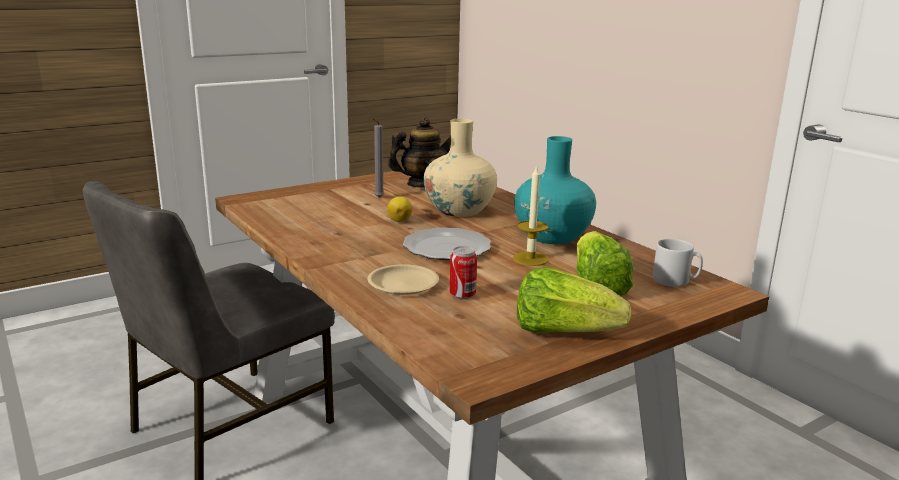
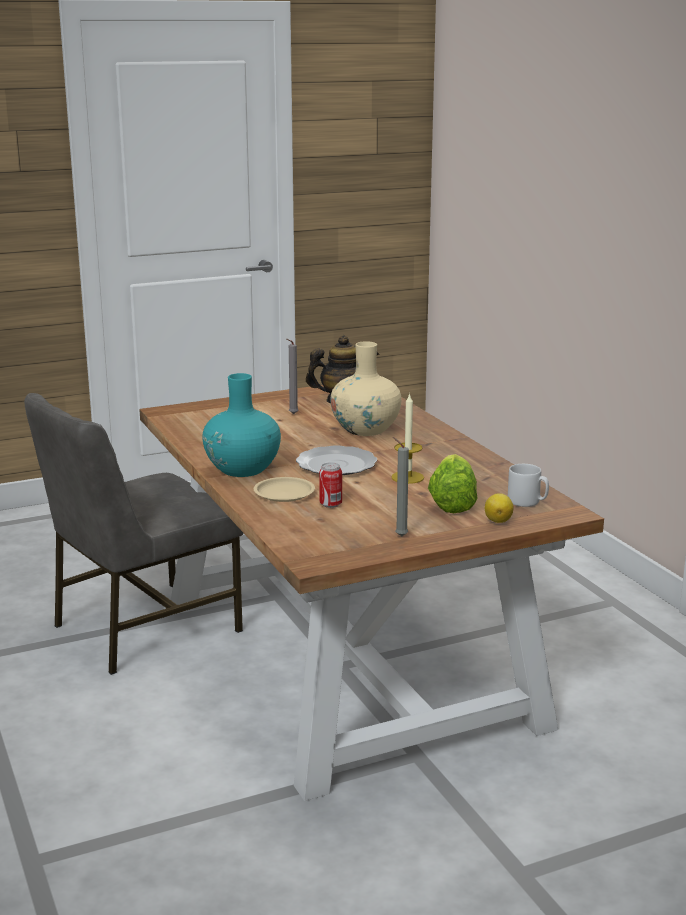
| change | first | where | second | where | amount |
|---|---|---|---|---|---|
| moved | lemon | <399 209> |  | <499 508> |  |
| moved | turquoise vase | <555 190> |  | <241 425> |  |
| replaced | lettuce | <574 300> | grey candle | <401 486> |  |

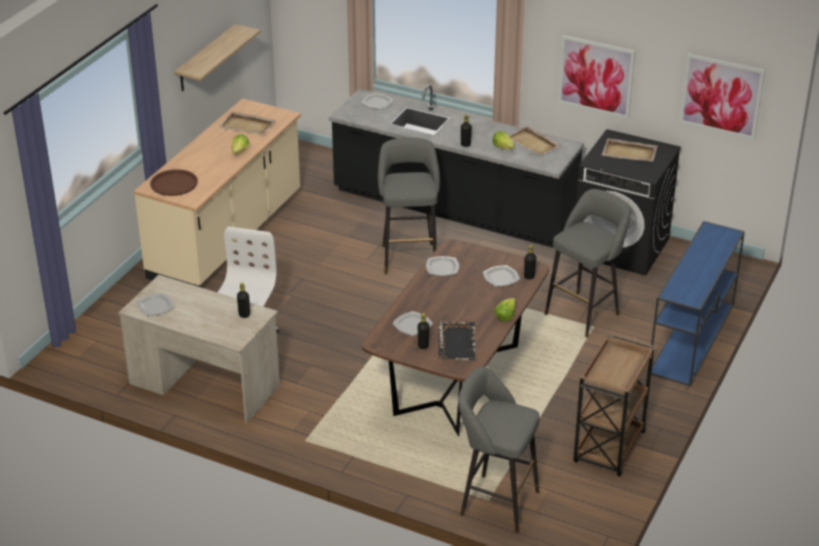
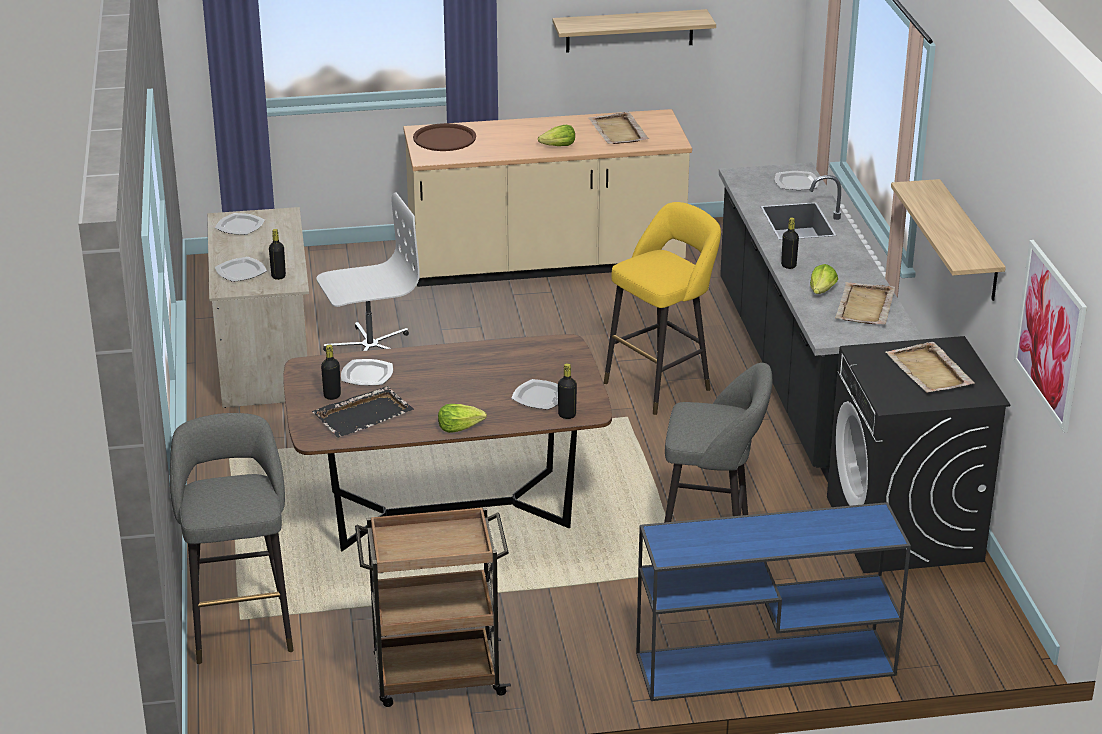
| change | first | where | second | where | amount |
|---|---|---|---|---|---|
| recoloured | grey stool | <409 205> | yellow stool | <662 308> |  |
| moved | plate | <442 266> |  | <241 269> |  |
| replaced | picture | <596 77> | shelf | <948 240> |  |

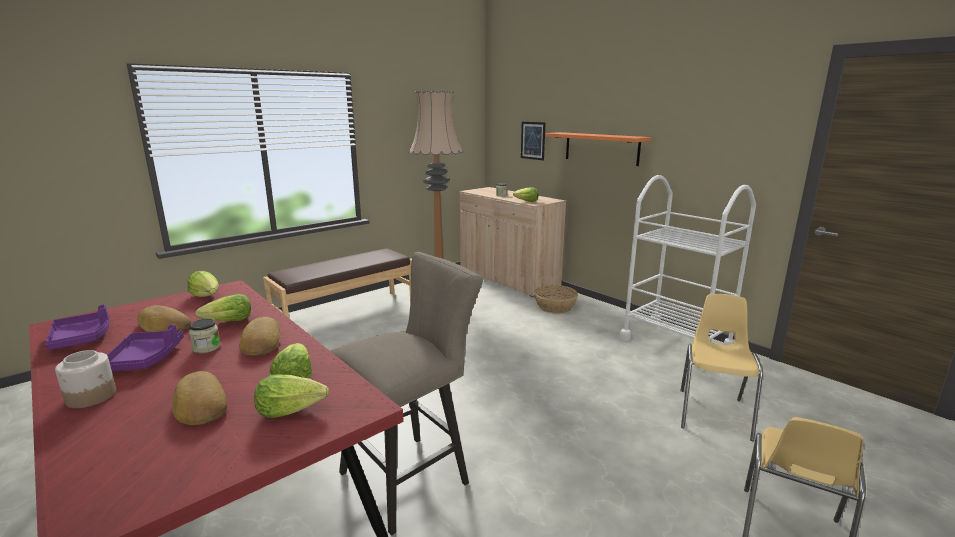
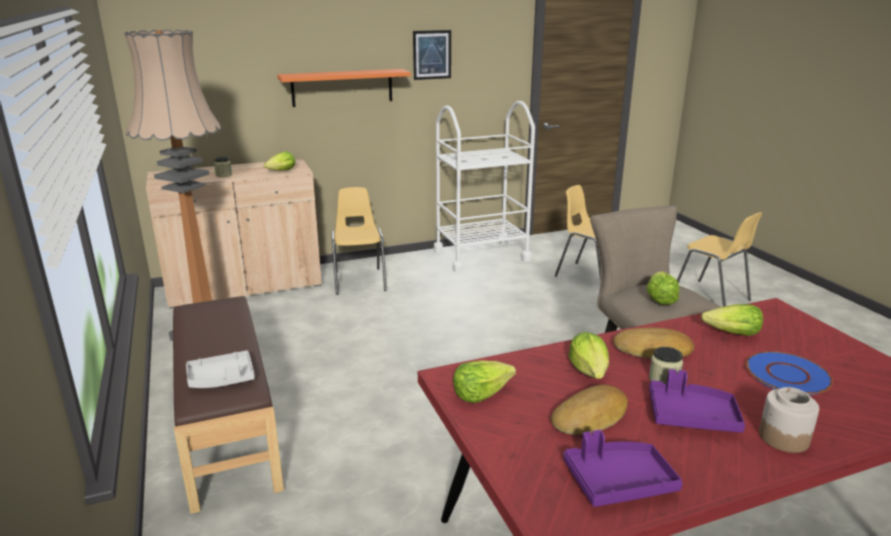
| change | first | where | second | where | amount |
|---|---|---|---|---|---|
| replaced | bread | <200 398> | blue plate | <789 373> |  |
| moved | lettuce | <291 396> |  | <662 288> |  |
| moved | picture | <533 141> |  | <432 55> |  |
| replaced | basket | <556 299> | yellow chair | <359 241> |  |
| added |  |  | grey tray | <220 369> |  |

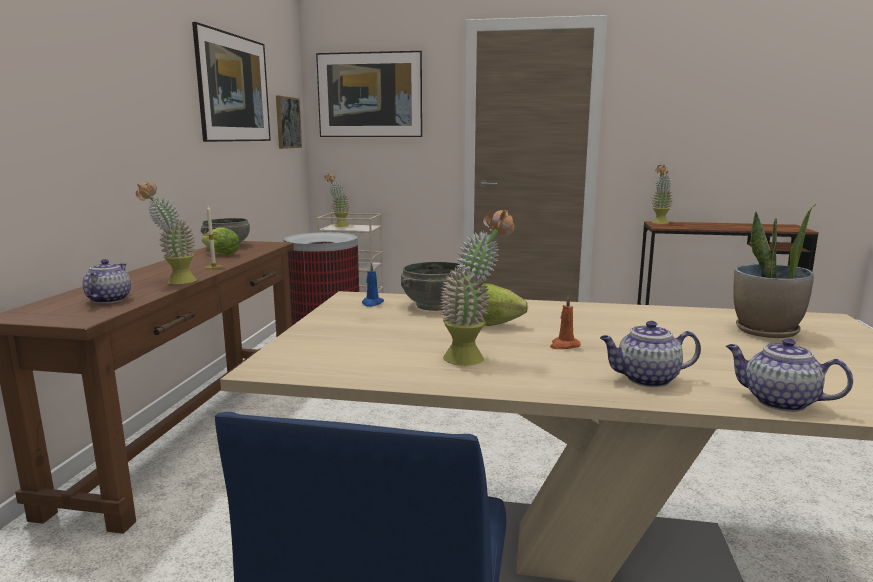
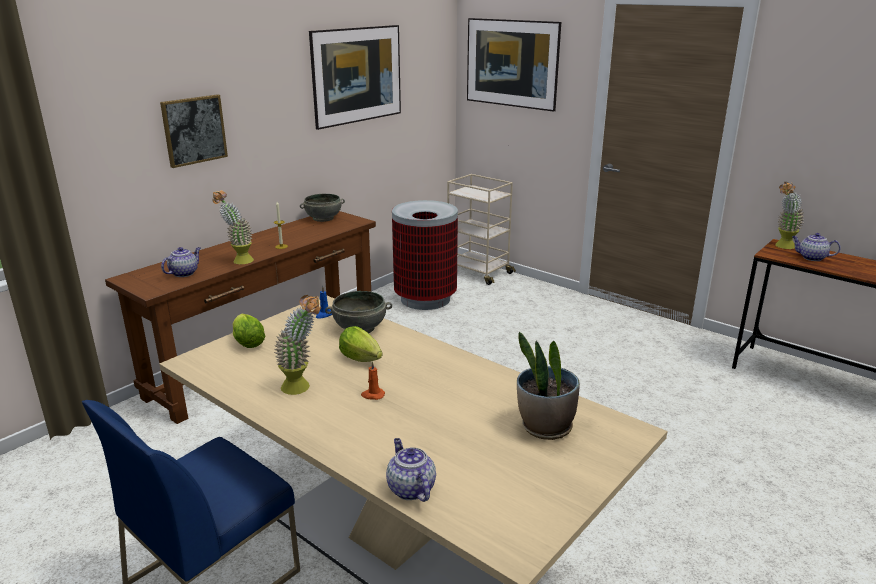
| change | first | where | second | where | amount |
|---|---|---|---|---|---|
| moved | lettuce | <221 241> |  | <249 331> |  |
| moved | picture | <289 122> |  | <194 131> |  |
| removed | potted plant | <336 200> |  |  |  |
| moved | teapot | <650 354> |  | <816 247> |  |

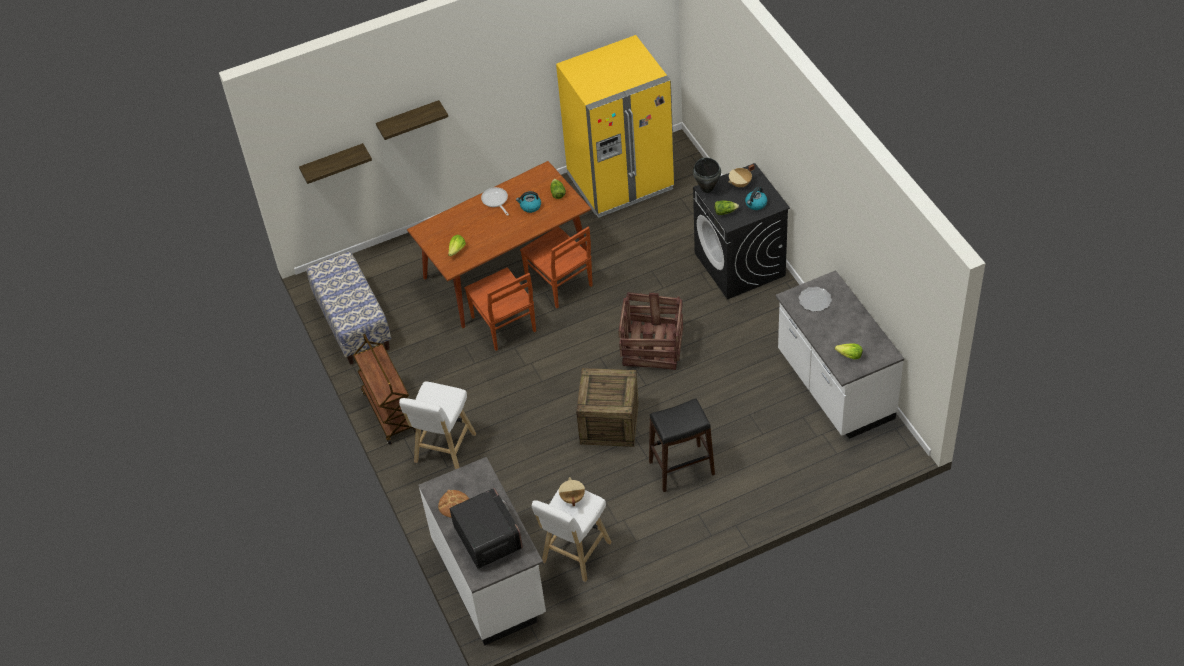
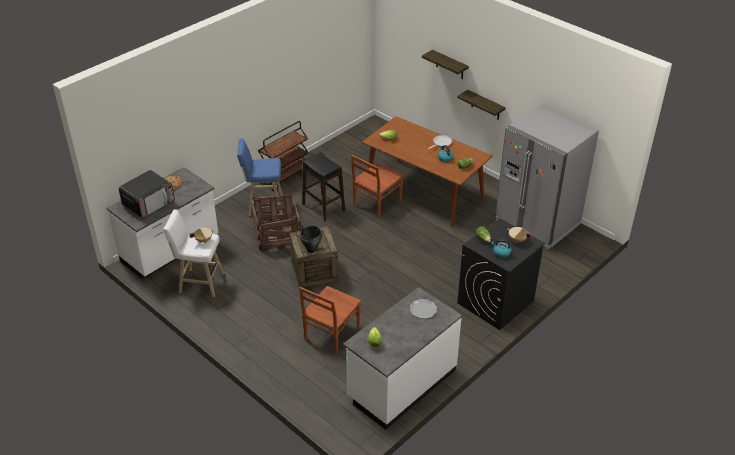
| change | first | where | second | where | amount |
|---|---|---|---|---|---|
| moved | shelf | <335 163> |  | <481 105> |  |
| removed | bench | <348 307> |  |  |  |
| recoloured | white stool | <437 425> | blue stool | <260 177> |  |
| moved | brown chair | <556 267> |  | <330 320> |  |
| recoloured | yellow fridge | <615 126> | grey fridge | <547 176> |  |
| moved | crate | <650 331> |  | <276 222> |  |
| moved | black stool | <682 445> |  | <323 187> |  |
| moved | black cooking pot | <707 175> |  | <310 239> |  |

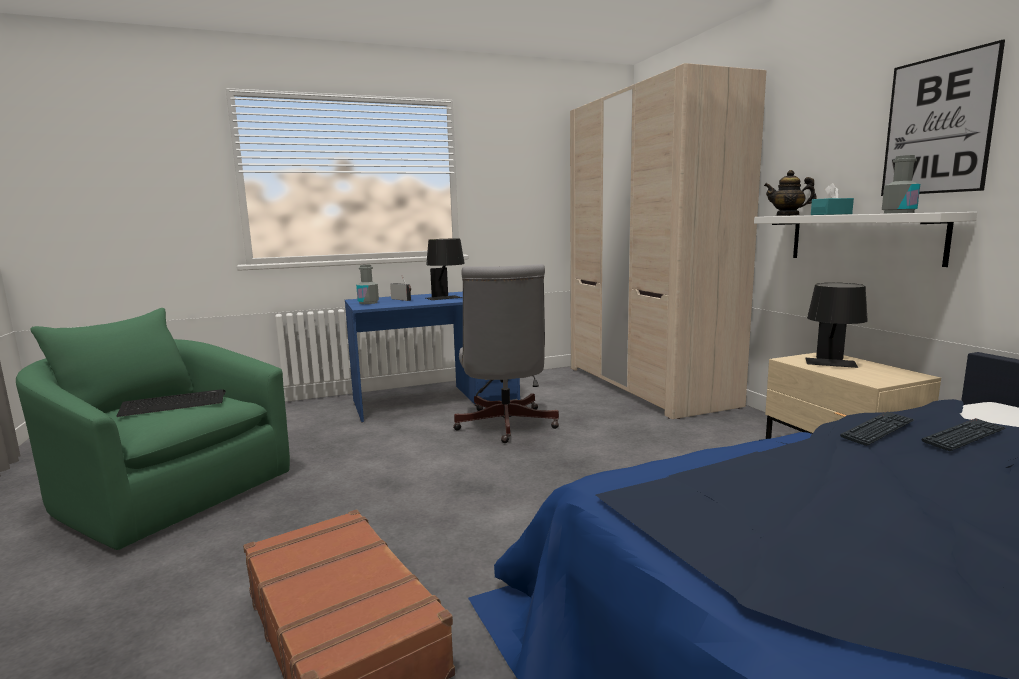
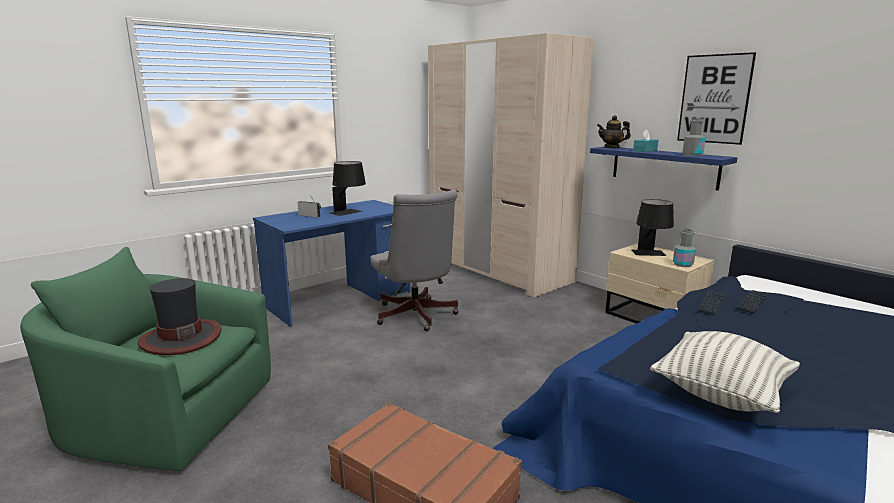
| change | first | where | second | where | amount |
|---|---|---|---|---|---|
| replaced | keyboard | <171 403> | hat | <179 316> |  |
| moved | grey bottle | <367 284> |  | <684 248> |  |
| recoloured | white shelf | <865 239> | blue shelf | <663 169> |  |
| added |  |  | pillow | <725 372> |  |

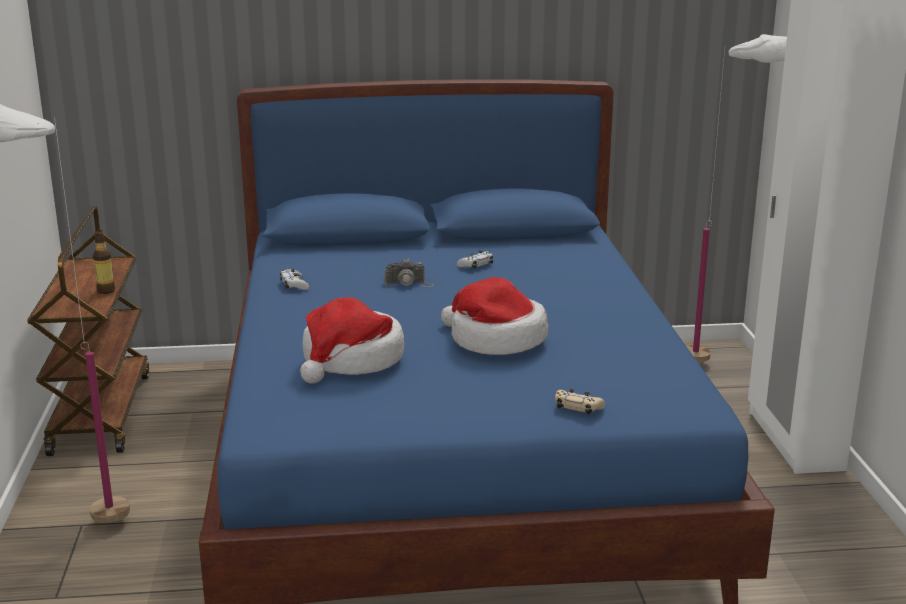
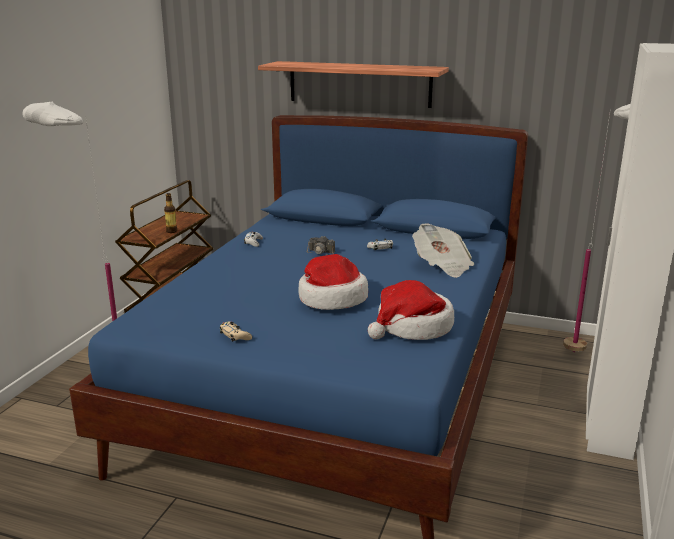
| change | first | where | second | where | amount |
|---|---|---|---|---|---|
| moved | hat | <352 340> |  | <411 310> |  |
| moved | beige game controller | <580 402> |  | <236 332> |  |
| added |  |  | shelf | <353 84> |  |
| added |  |  | newspaper | <443 250> |  |

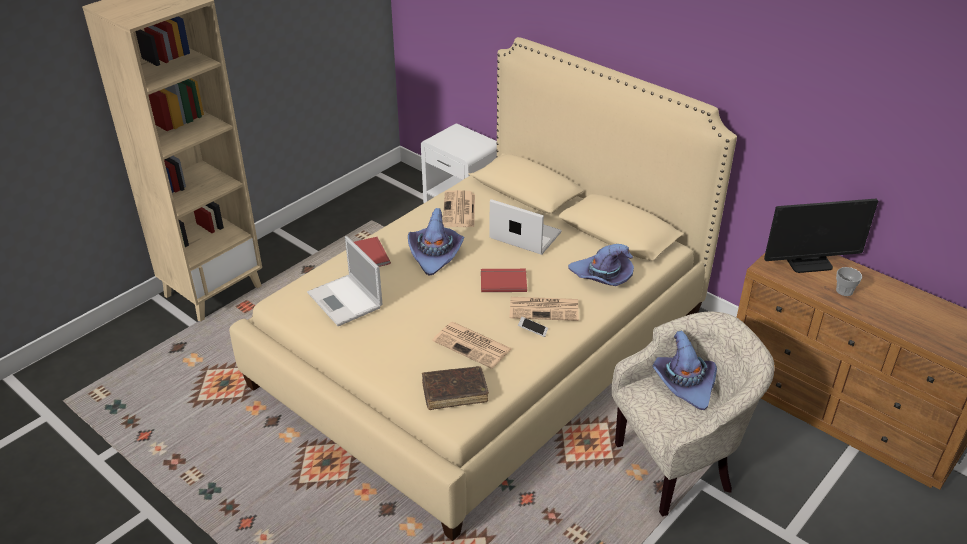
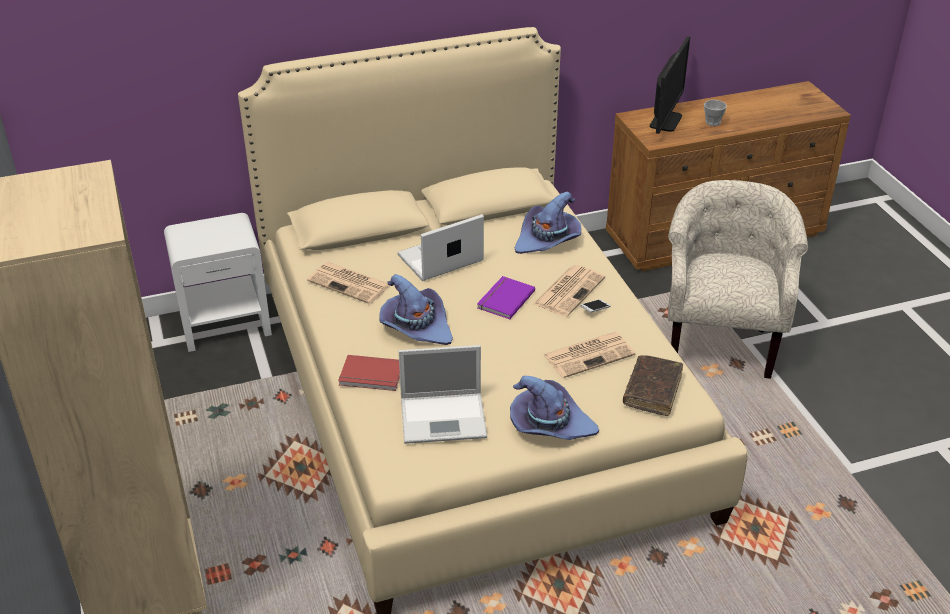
| change | first | where | second | where | amount |
|---|---|---|---|---|---|
| recoloured | red book | <504 280> | purple book | <506 297> |  |
| moved | purple hat | <685 370> |  | <554 408> |  |

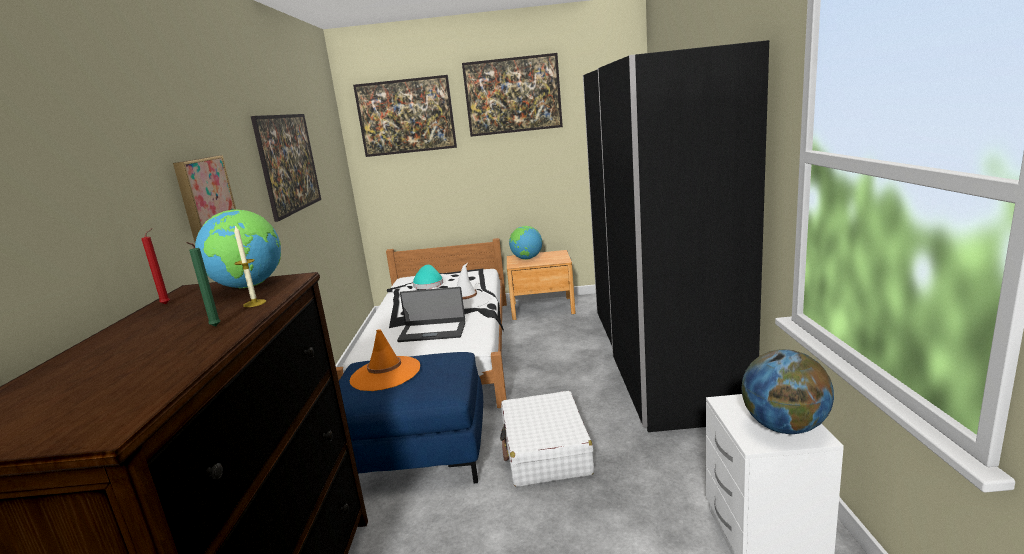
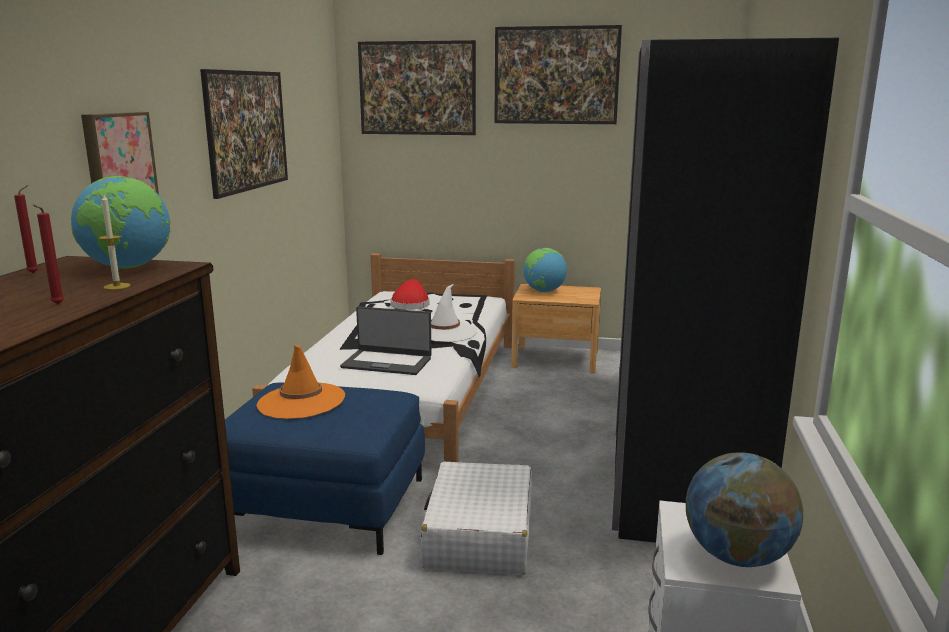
| change | first | where | second | where | amount |
|---|---|---|---|---|---|
| recoloured | green candle | <203 284> | red candle | <48 255> |  |
| recoloured | turquoise hat | <428 277> | red hat | <410 294> |  |

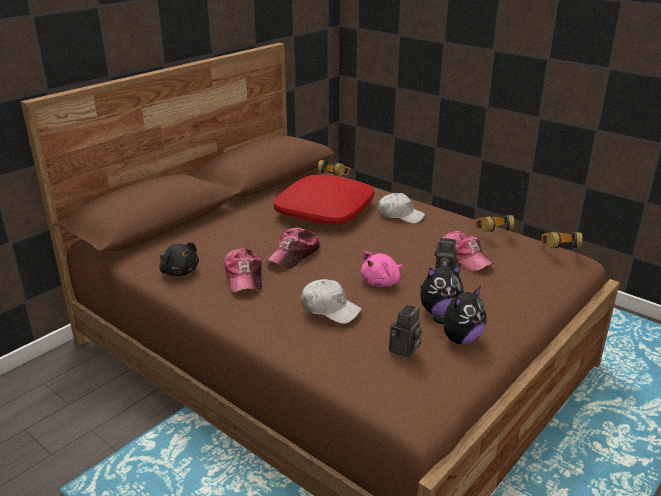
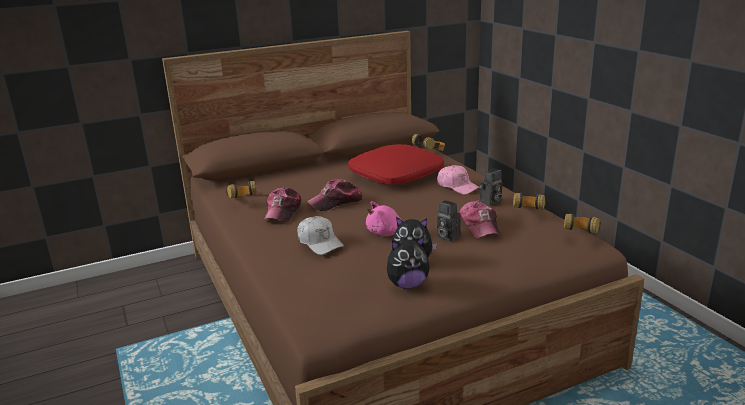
| change | first | where | second | where | amount |
|---|---|---|---|---|---|
| replaced | black plush toy | <179 259> | headphones | <241 190> |  |
| recoloured | white cap | <401 208> | pink cap | <458 180> |  |
| moved | photo camera | <405 331> |  | <490 187> |  |

